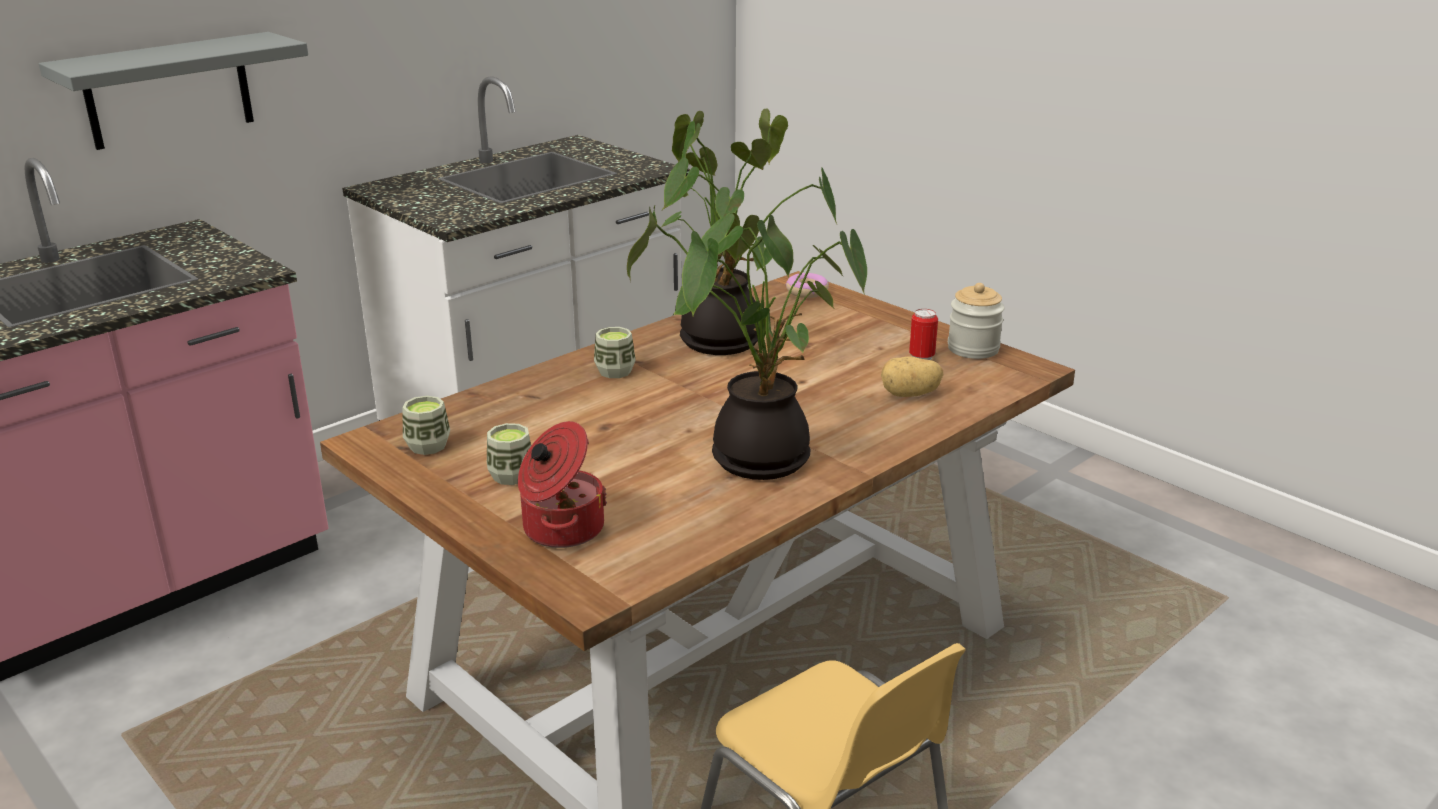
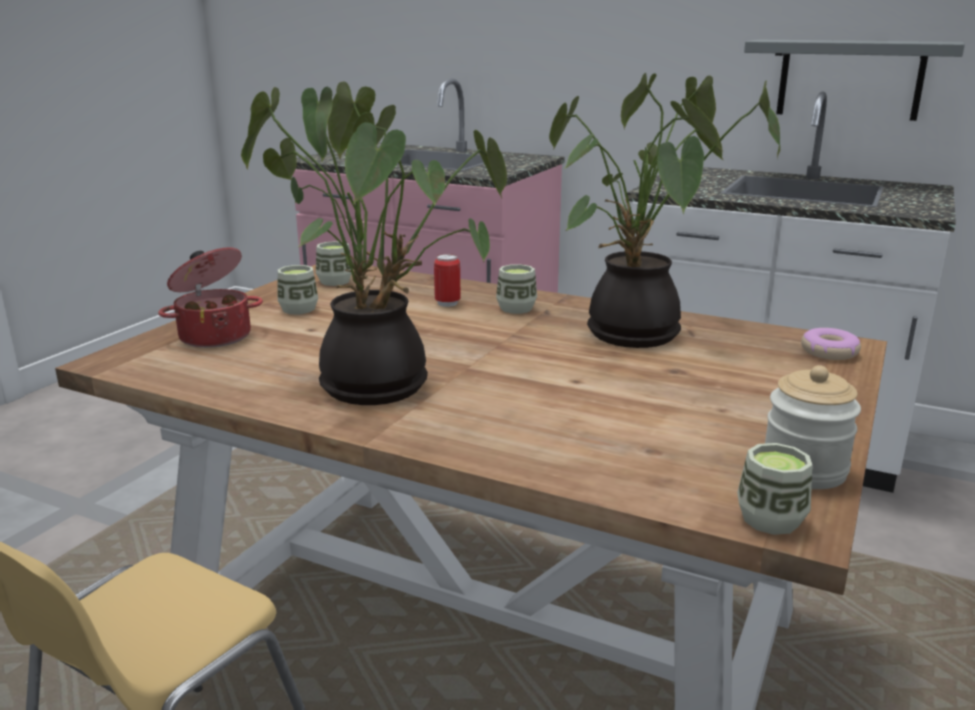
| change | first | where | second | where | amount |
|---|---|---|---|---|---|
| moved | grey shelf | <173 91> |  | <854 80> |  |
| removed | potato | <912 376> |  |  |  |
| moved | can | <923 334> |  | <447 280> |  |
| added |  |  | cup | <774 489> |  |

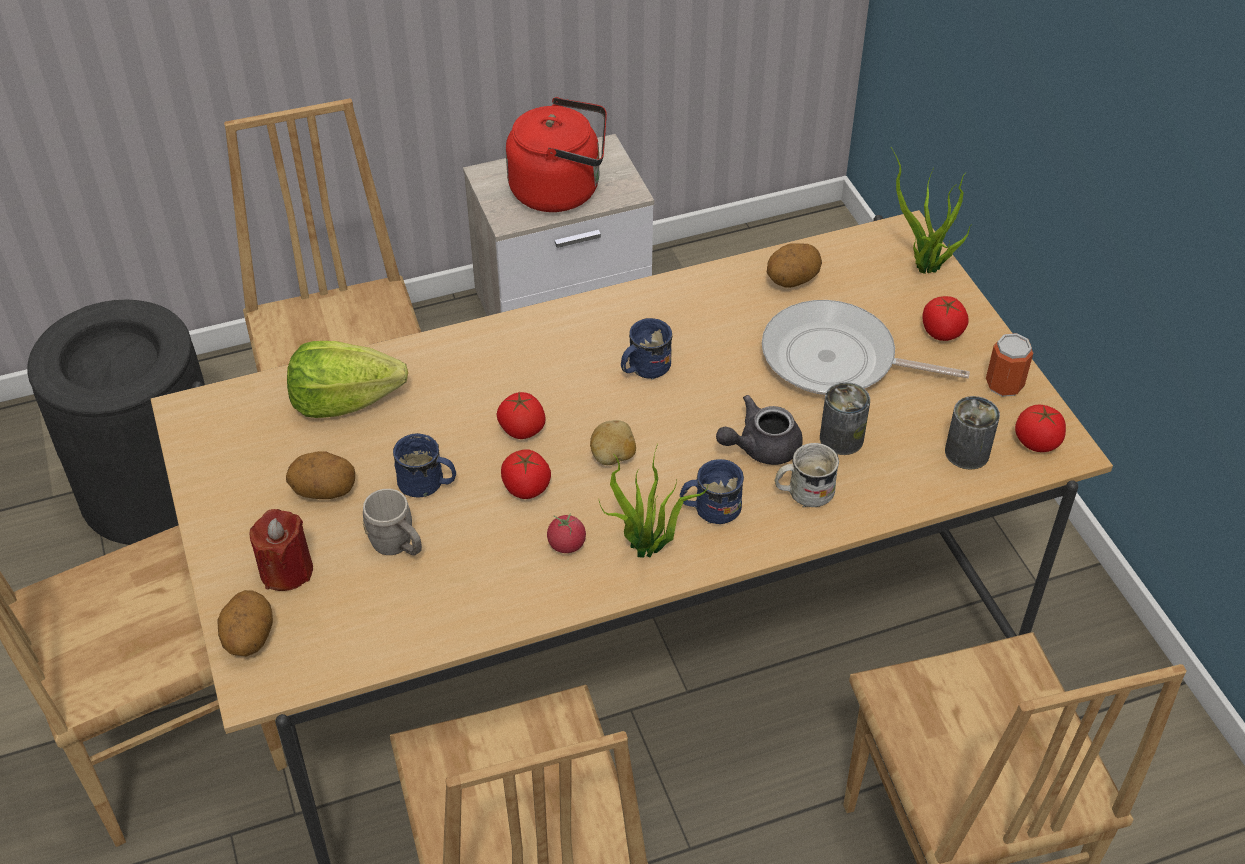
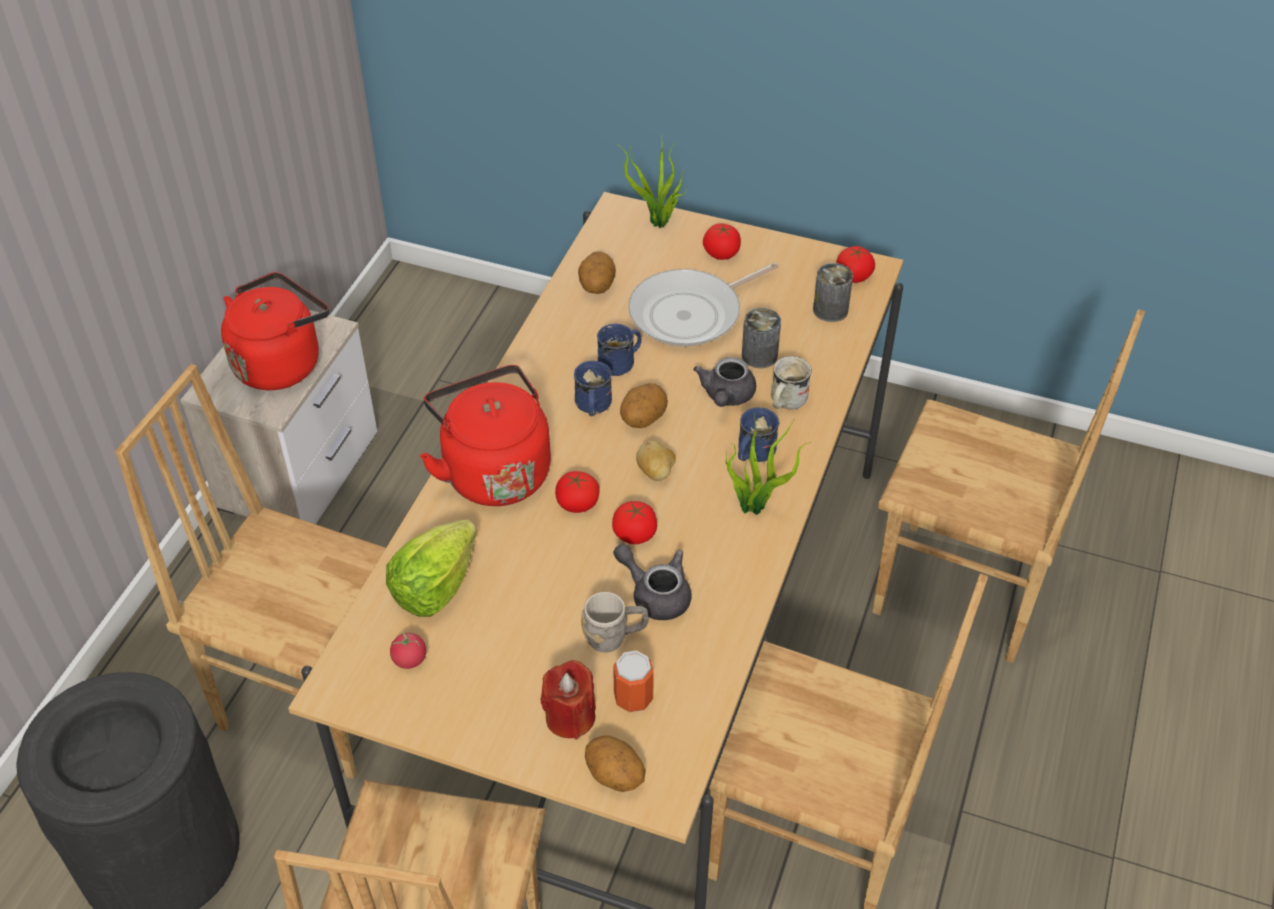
| change | first | where | second | where | amount |
|---|---|---|---|---|---|
| moved | potato | <320 475> |  | <644 405> |  |
| moved | blue mug | <424 465> |  | <619 350> |  |
| moved | tomato | <566 533> |  | <408 650> |  |
| moved | can | <1009 365> |  | <633 681> |  |
| added |  |  | red kettle | <485 435> |  |
| added |  |  | grey teapot | <652 582> |  |

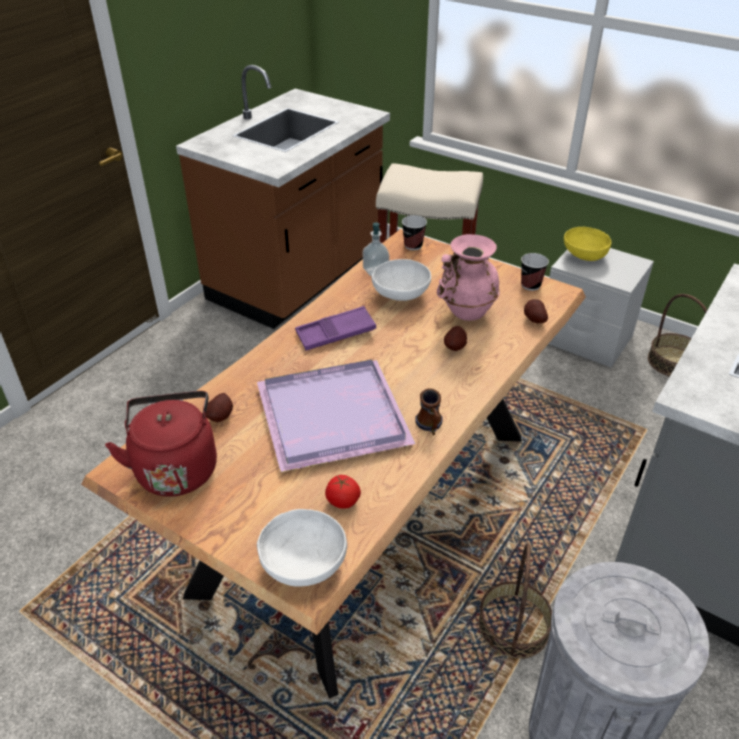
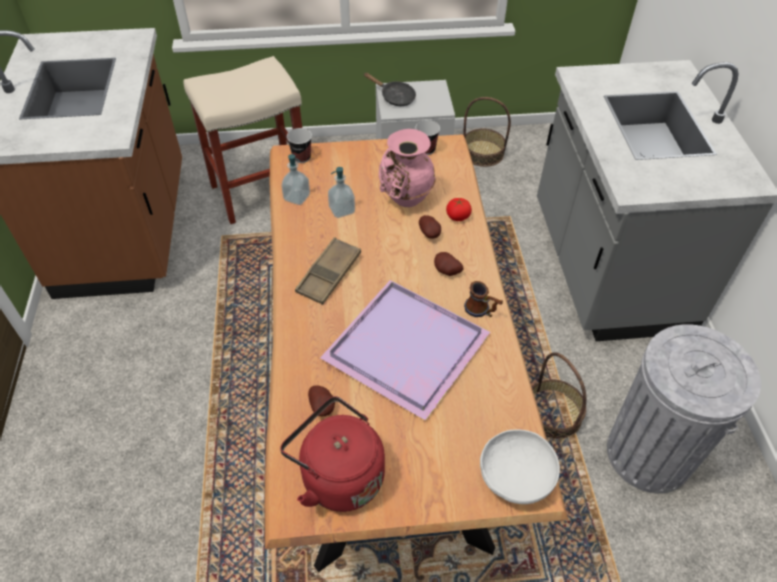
| change | first | where | second | where | amount |
|---|---|---|---|---|---|
| recoloured | purple tray | <335 328> | brown tray | <328 271> |  |
| moved | tomato | <343 492> |  | <459 209> |  |
| replaced | white bowl | <401 280> | soap dispenser | <341 192> |  |
| moved | potato | <536 311> |  | <448 264> |  |
| replaced | yellow bowl | <587 244> | black frying pan | <390 89> |  |

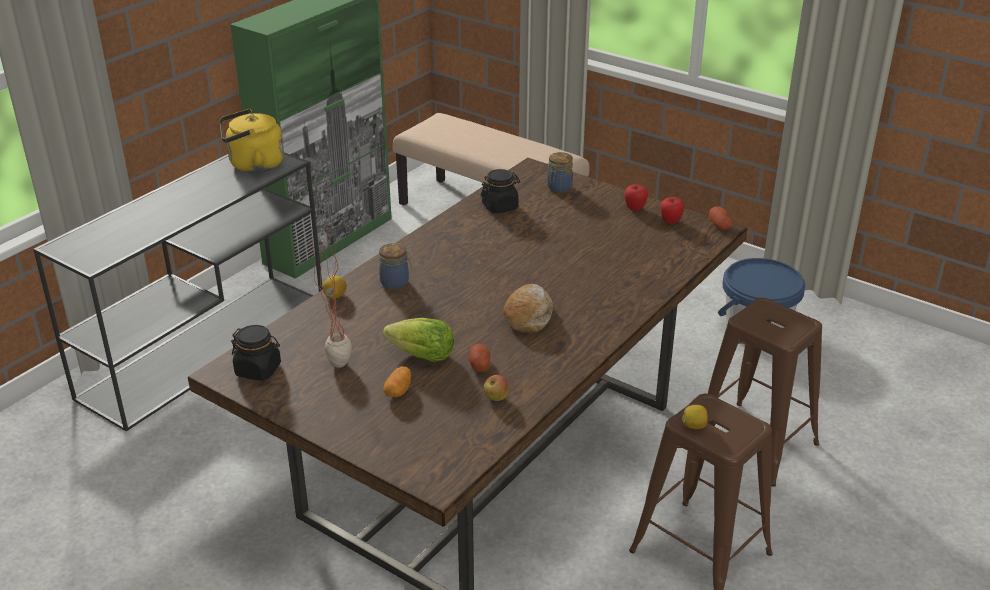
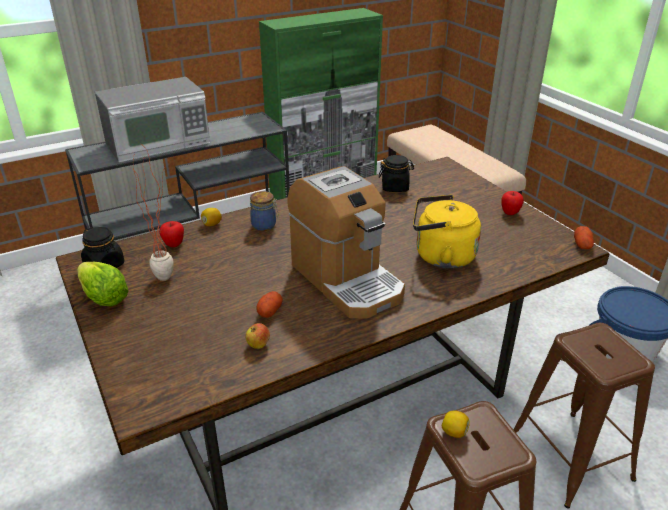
| change | first | where | second | where | amount |
|---|---|---|---|---|---|
| moved | yellow kettle | <252 141> |  | <447 232> |  |
| moved | lettuce | <418 340> |  | <103 284> |  |
| removed | potato | <397 381> |  |  |  |
| replaced | bread | <528 308> | coffee machine | <346 242> |  |
| removed | jar | <560 172> |  |  |  |
| moved | apple | <672 210> |  | <171 234> |  |
| added |  |  | microwave | <152 120> |  |

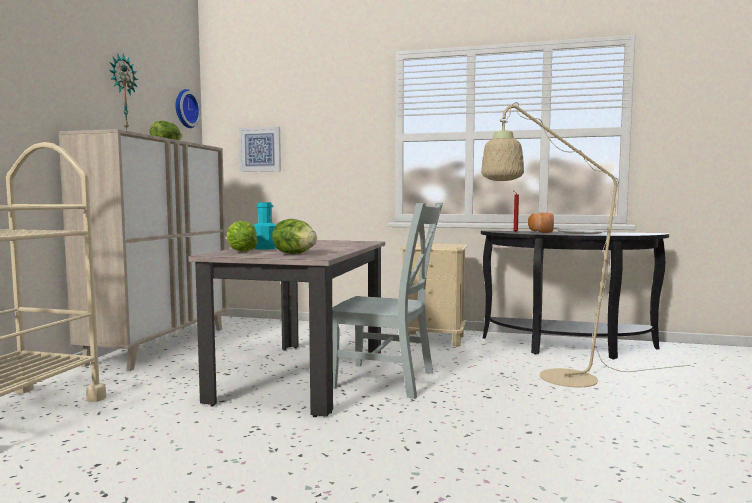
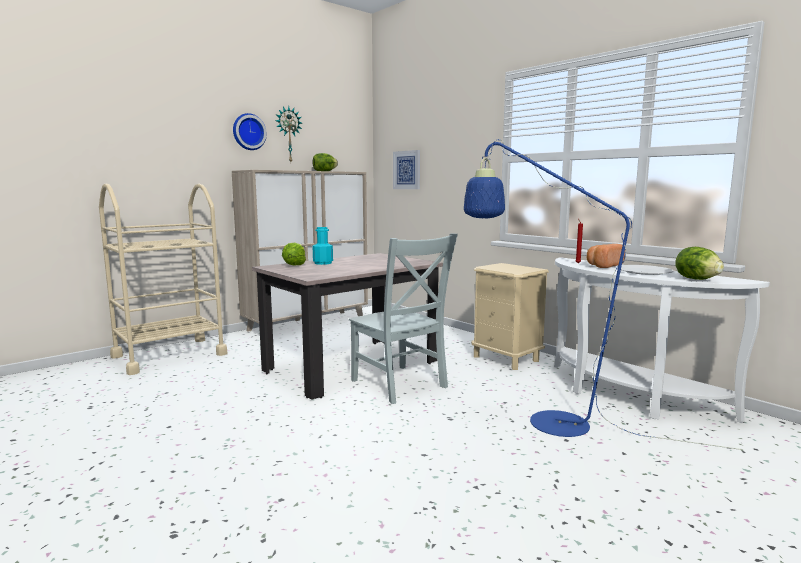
| change | first | where | second | where | amount |
|---|---|---|---|---|---|
| moved | wall clock | <188 108> |  | <250 131> |  |
| moved | lettuce | <294 236> |  | <699 263> |  |
| recoloured | beige floor lamp | <585 244> | blue floor lamp | <603 294> |  |
| recoloured | black console table | <575 295> | white console table | <662 340> |  |

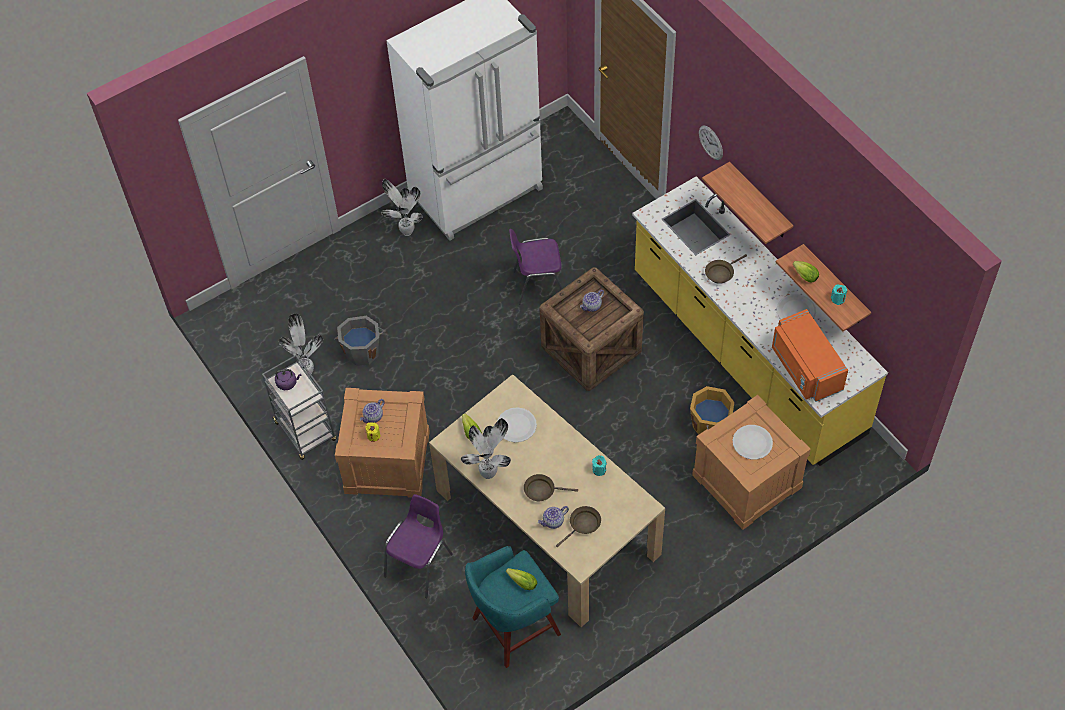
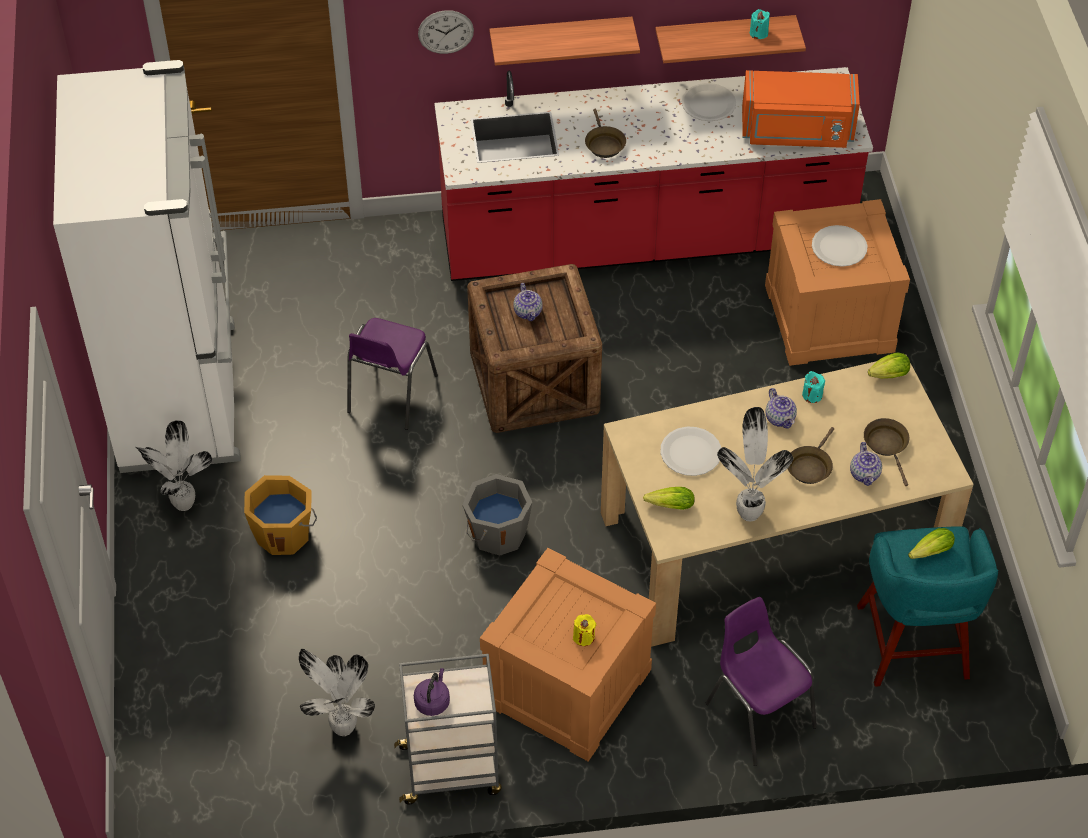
| change | first | where | second | where | amount |
|---|---|---|---|---|---|
| moved | grey bucket | <359 341> |  | <497 515> |  |
| moved | teapot | <372 411> |  | <781 408> |  |
| recoloured | yellow counter | <760 321> | red counter | <653 174> |  |
| moved | orange bucket | <712 410> |  | <280 515> |  |
| moved | lettuce | <806 272> |  | <889 366> |  |

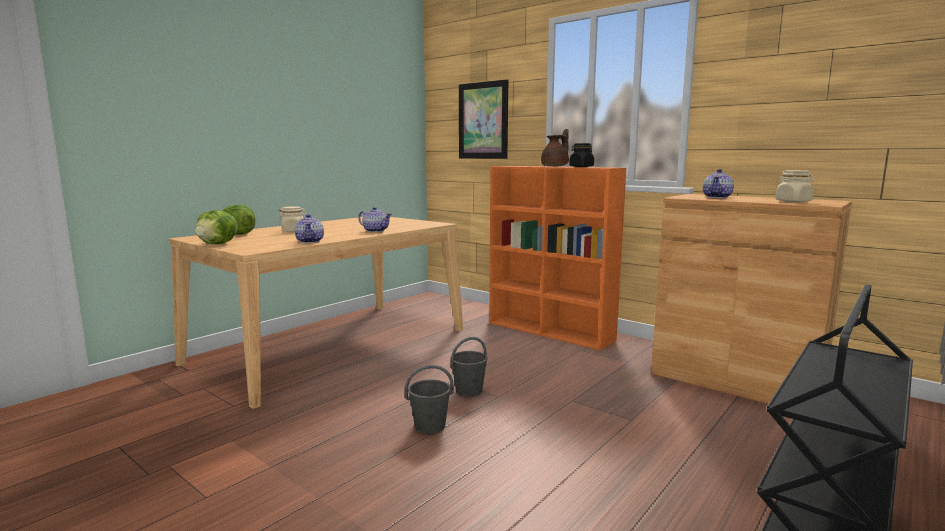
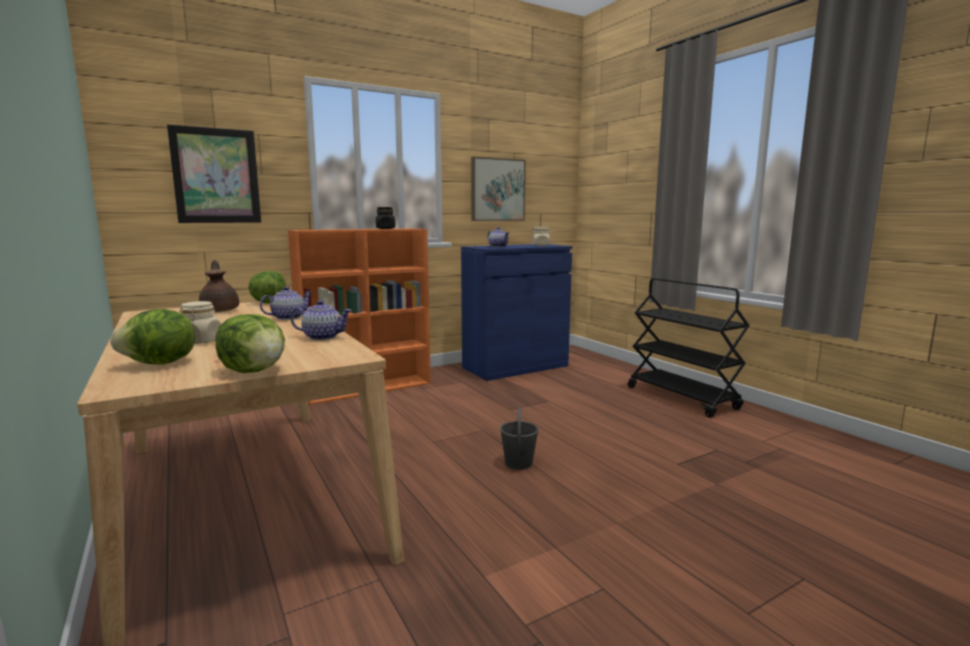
| change | first | where | second | where | amount |
|---|---|---|---|---|---|
| removed | grey bucket | <469 367> |  |  |  |
| moved | brown teapot | <555 148> |  | <219 286> |  |
| recoloured | brown cabinet | <751 299> | blue cabinet | <516 312> |  |
| added |  |  | lettuce | <267 287> |  |
| added |  |  | picture | <498 189> |  |

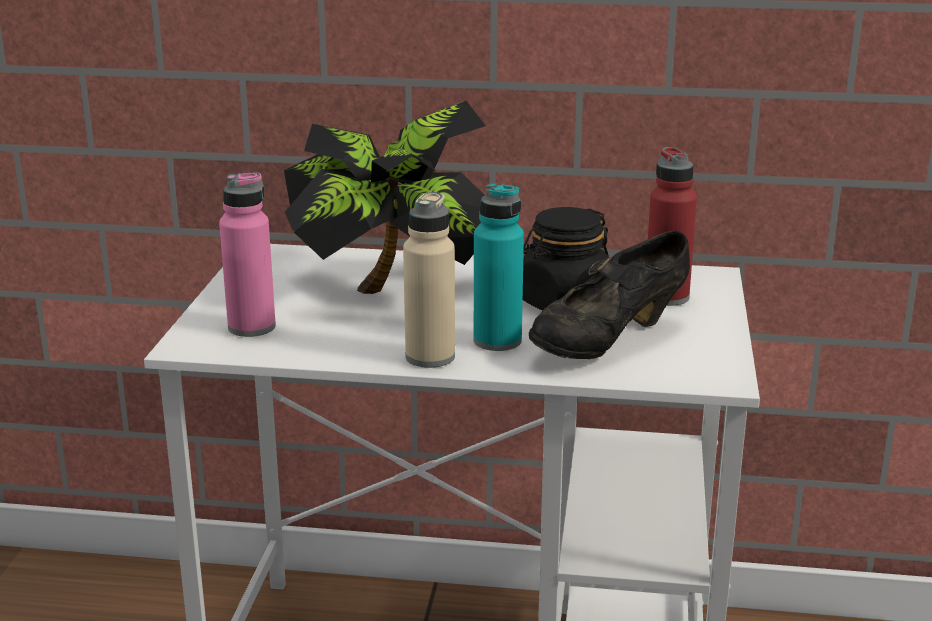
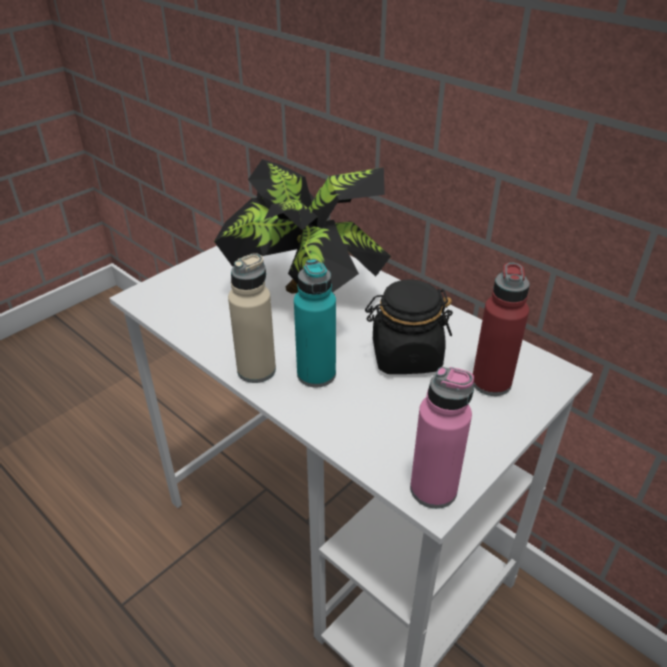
| change | first | where | second | where | amount |
|---|---|---|---|---|---|
| moved | pink bottle | <247 254> |  | <442 438> |  |
| removed | black shoe | <609 295> |  |  |  |

